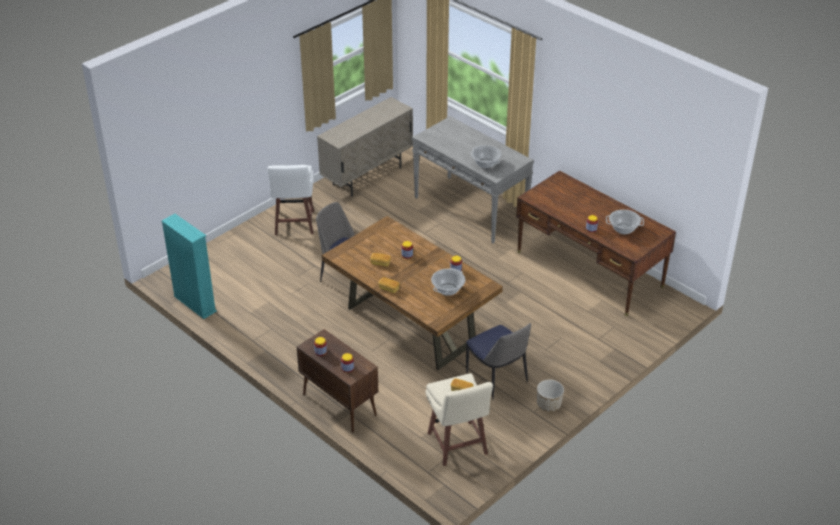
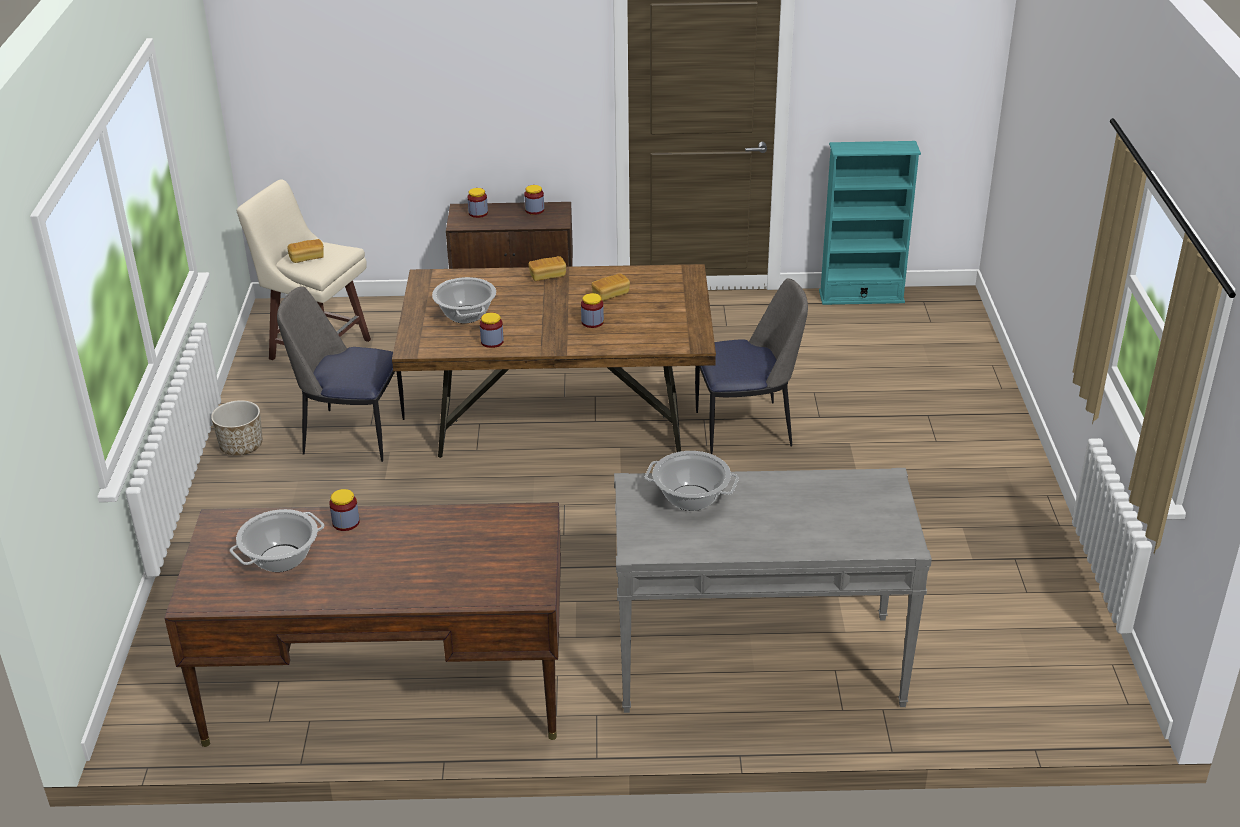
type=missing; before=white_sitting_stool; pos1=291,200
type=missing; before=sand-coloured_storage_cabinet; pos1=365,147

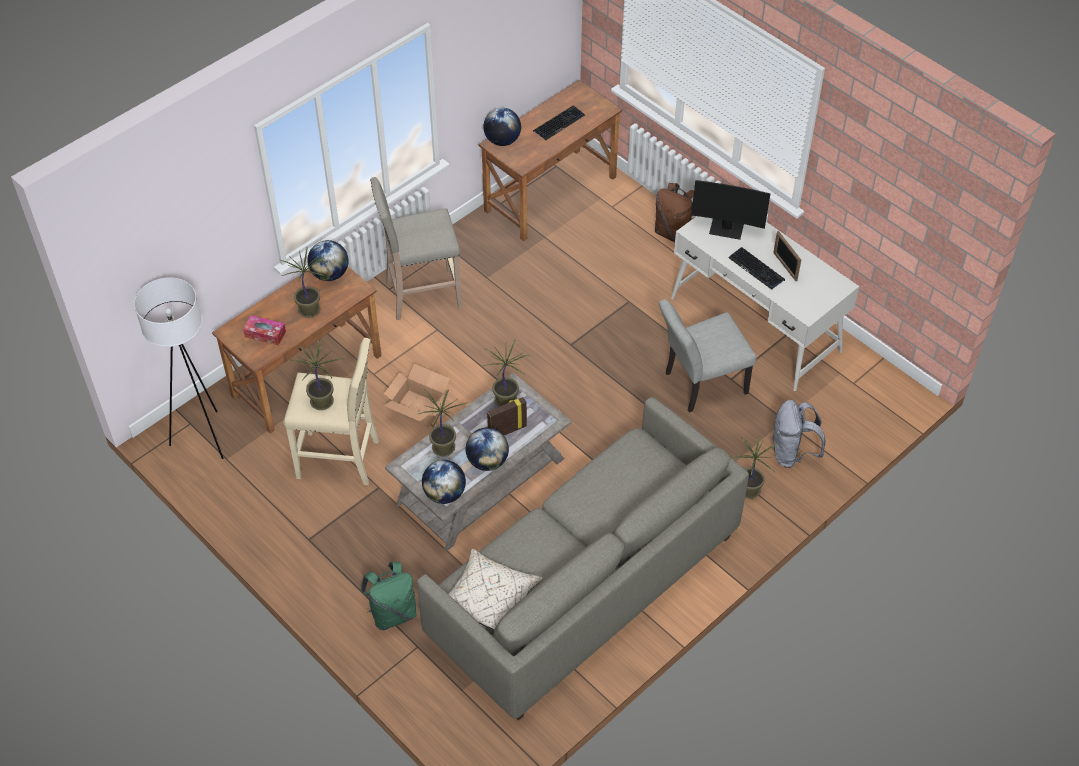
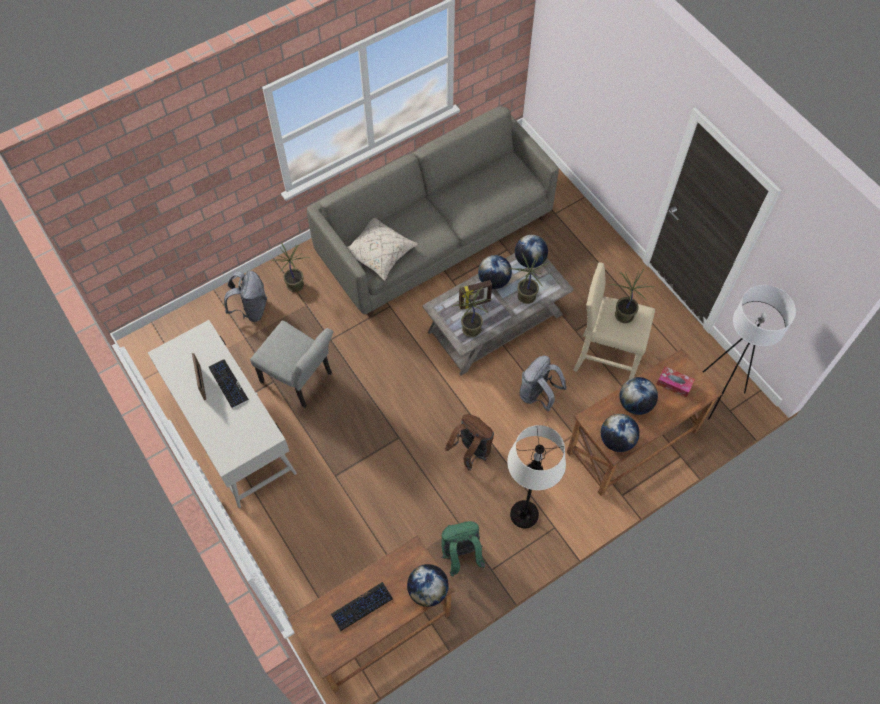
type=exchanged; before=houseplant; after=world_globe; pos1=302,282; pos2=639,396
type=relocated; before=greenish_knapsack; pos1=389,596; pos2=463,548
type=exchanged; before=sand-coloured_sitting_stool; after=white_standard_lamp; pos1=416,248; pos2=536,476
type=exchanged; before=carton; after=grey_knapsack; pos1=417,396; pos2=543,383
type=relocated; before=sand-coloured_throw_pillow; pos1=496,589; pos2=382,249
type=relocated; before=brown-coloured_knapsack; pos1=675,212; pos2=469,442
type=spun; before=grey_chair; pos1=707,356; pos2=291,364; turn=45
type=missing; before=computer_display; pos1=730,210

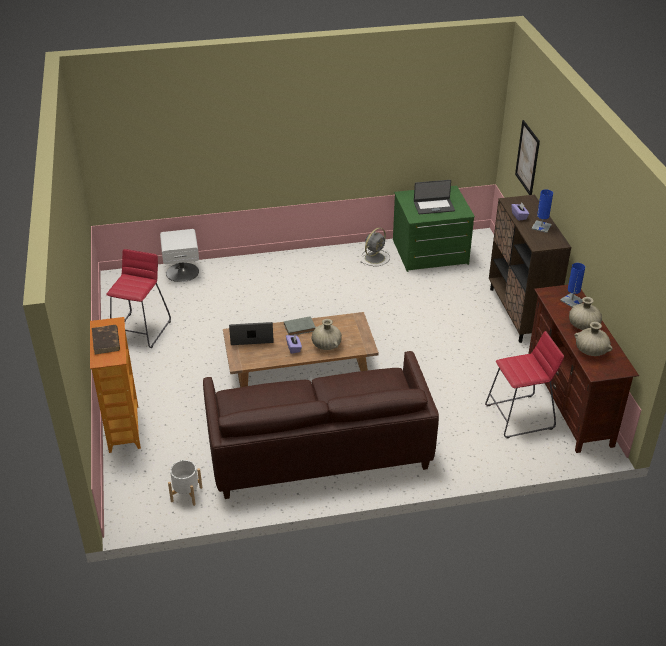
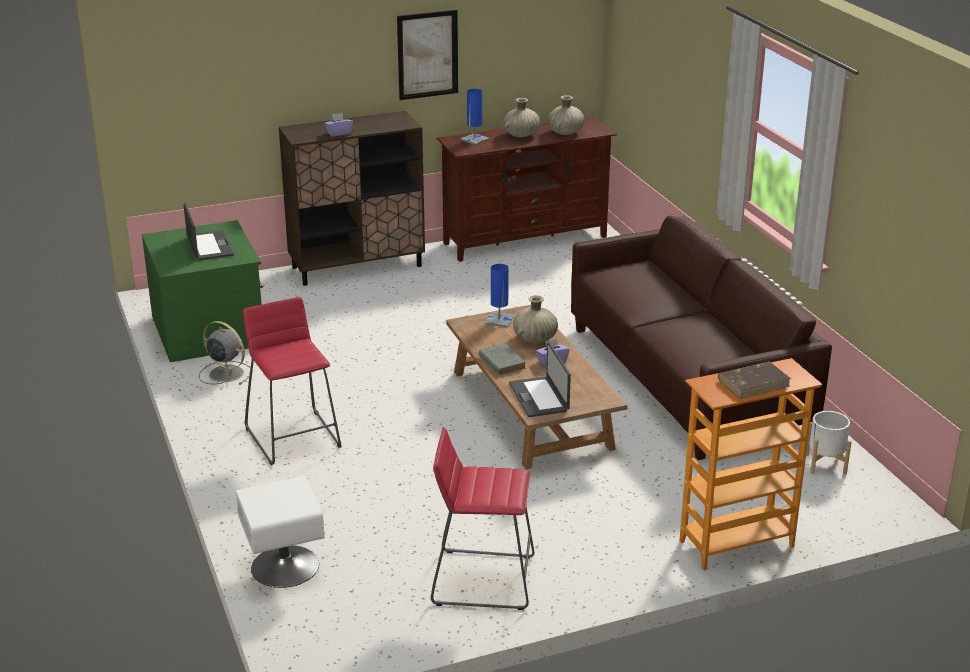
type=relocated; before=reddish_sitting_stool; pos1=524,384; pos2=292,381
type=relocated; before=wall_art; pos1=527,157; pos2=427,55
type=relocated; before=bluish_lamp_for_a_table; pos1=542,211; pos2=499,295

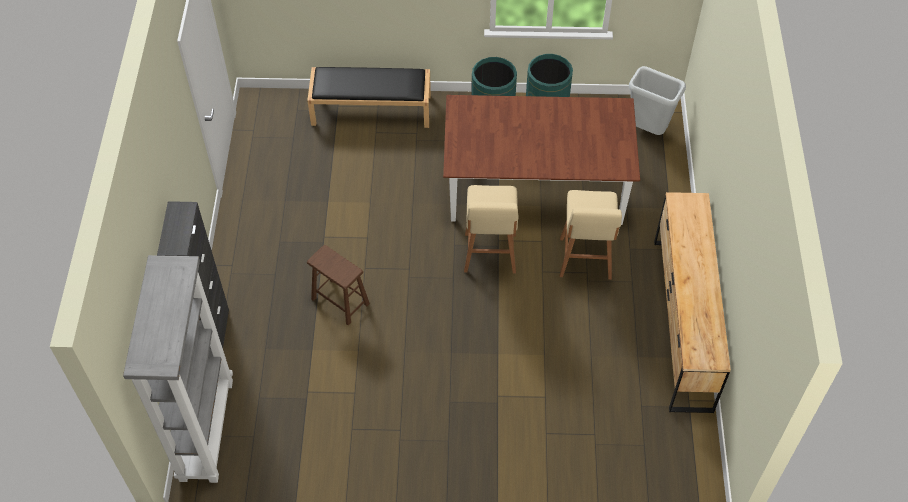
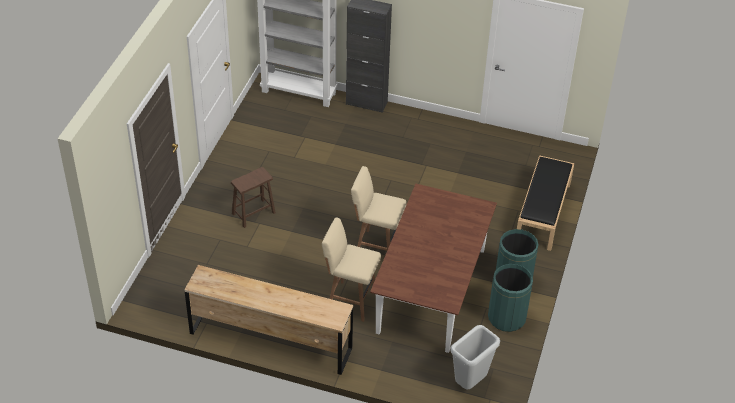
type=relocated; before=brown-coloured_sitting_stool; pos1=338,285; pos2=253,197

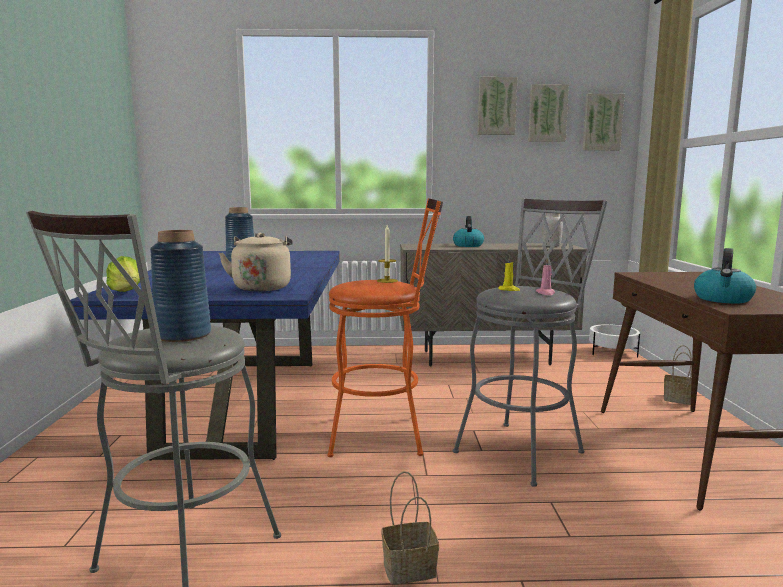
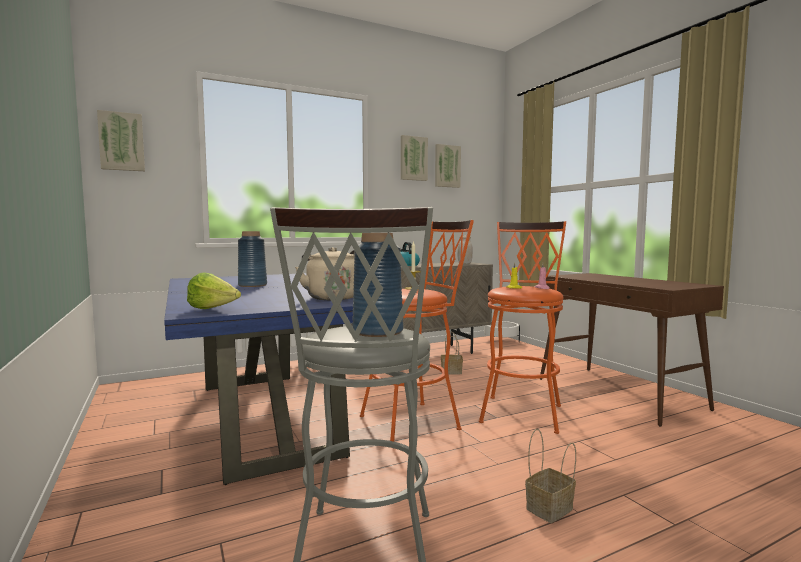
type=colour; before=grey_sitting_stool; after=orange_sitting_stool; pos1=530,343; pos2=522,327
type=relocated; before=wall_art; pos1=603,122; pos2=121,140
type=relocated; before=basket; pos1=678,375; pos2=452,352
type=missing; before=tea_kettle; pos1=725,276

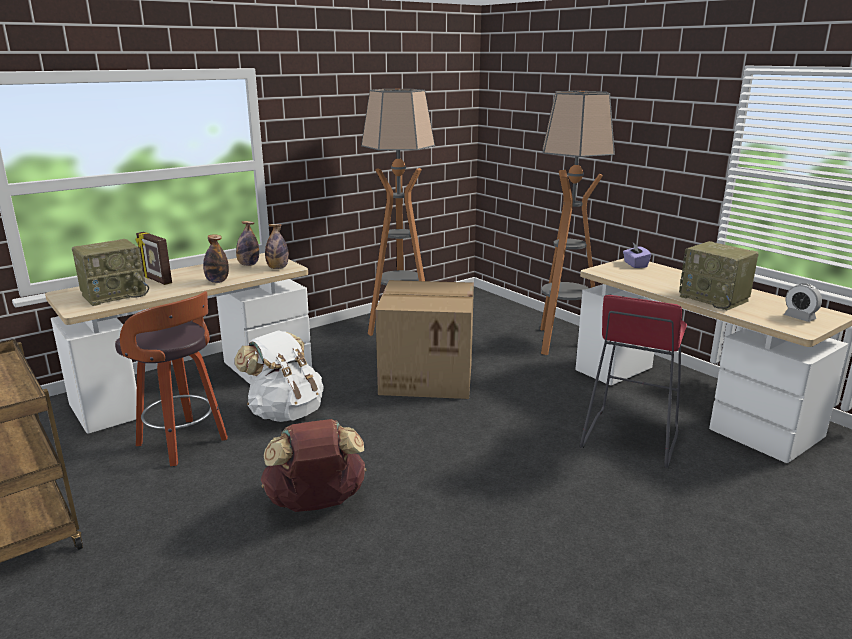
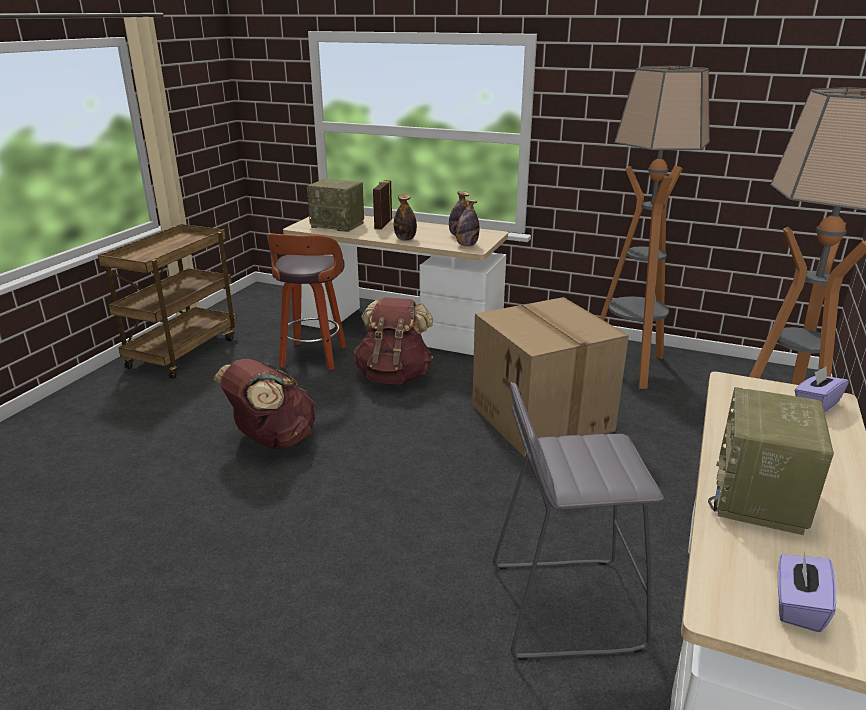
type=colour; before=white_knapsack; after=brown-coloured_knapsack; pos1=279,376; pos2=393,340
type=colour; before=reddish_sitting_stool; after=grey_sitting_stool; pos1=633,381; pos2=578,521
type=exchanged; before=table_clock; after=purple_tissue_box; pos1=803,302; pos2=807,591

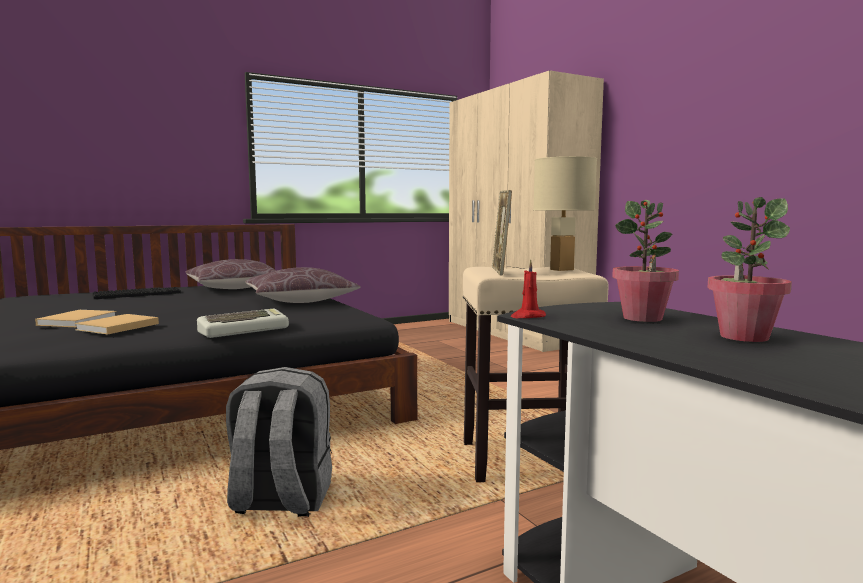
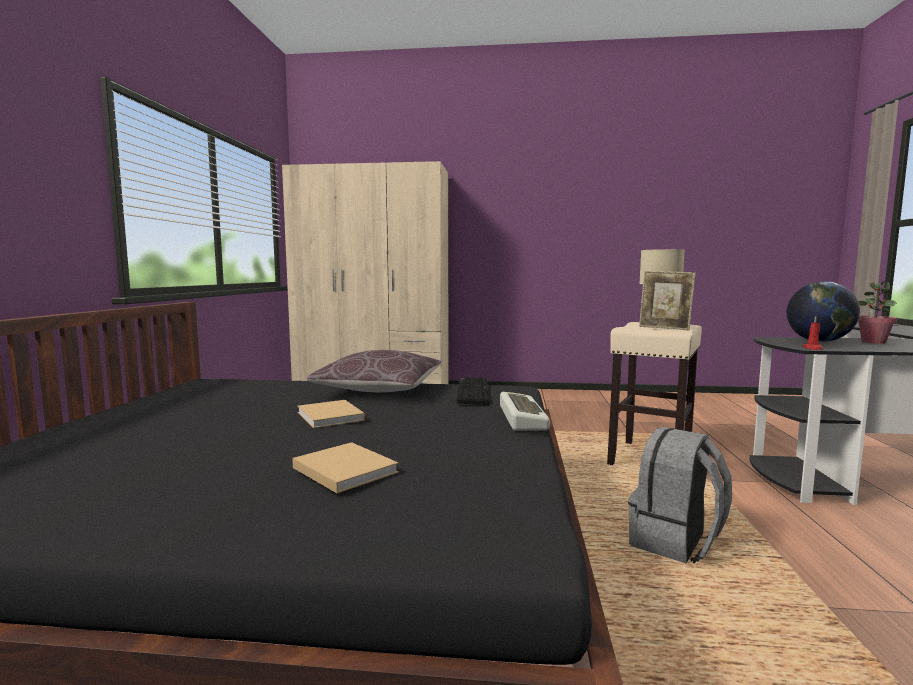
type=relocated; before=sand-coloured_volume; pos1=117,324; pos2=331,414
type=relocated; before=computer_keyboard; pos1=136,293; pos2=473,391
type=missing; before=brown-coloured_throw_pillow; pos1=231,274
type=exchanged; before=houseplant; after=world_globe; pos1=645,261; pos2=823,311

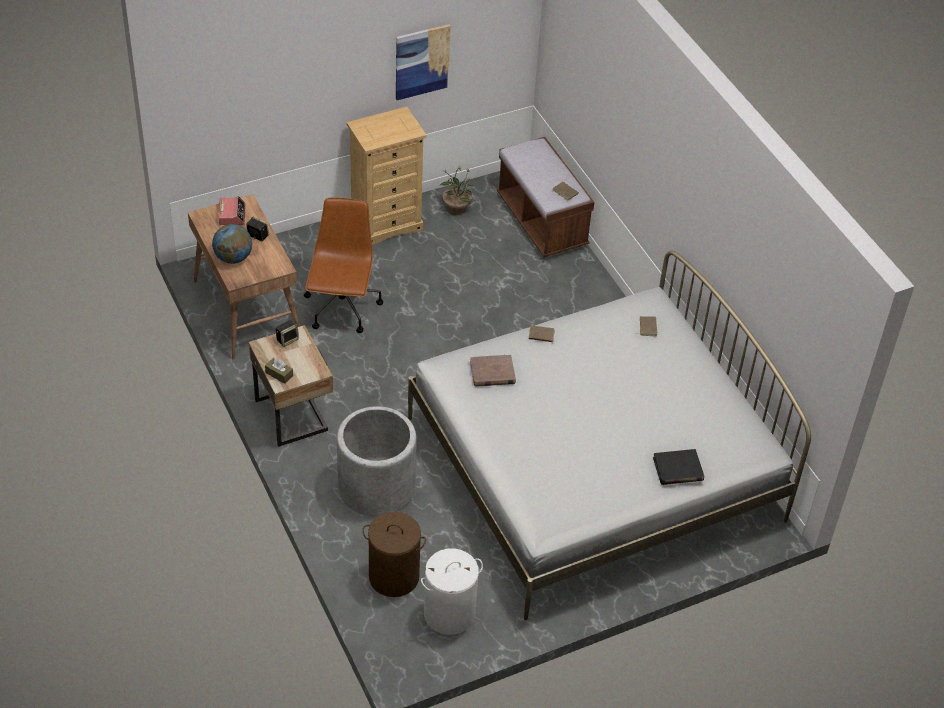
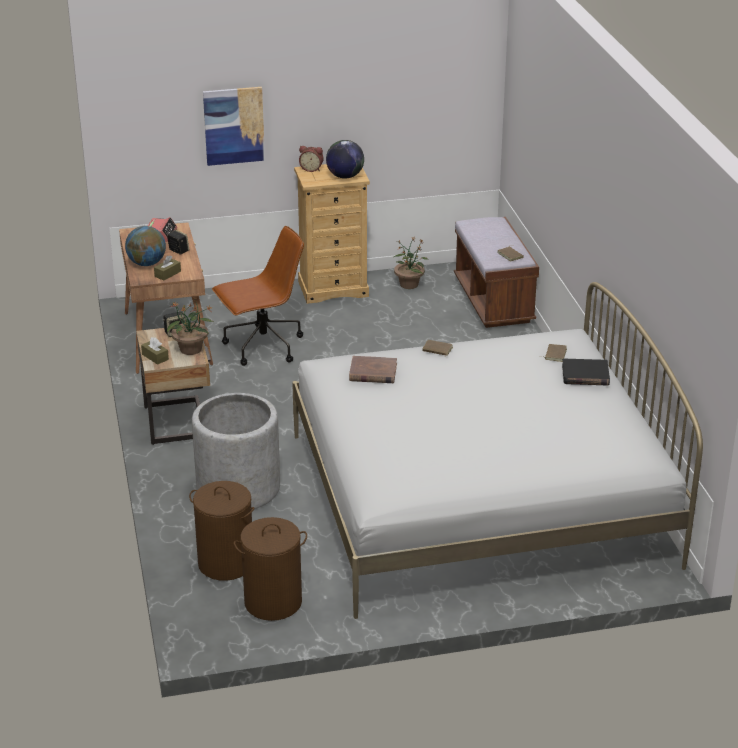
type=spun; before=brown-coloured_computer_chair; pos1=344,265; pos2=258,296; turn=45
type=relocated; before=wall_art; pos1=423,62; pos2=234,126
type=colour; before=white_washing_basket; after=brown-coloured_washing_basket; pos1=452,591; pos2=270,569
type=relocated; before=black-coloured_volume; pos1=678,467; pos2=586,372
type=appeared; after=brown-coloured_tissue_box; pos2=167,268
type=appeared; after=houseplant; pos2=190,327
type=appeared; after=table_clock; pos2=311,159
type=appeared; after=world_globe; pos2=345,159

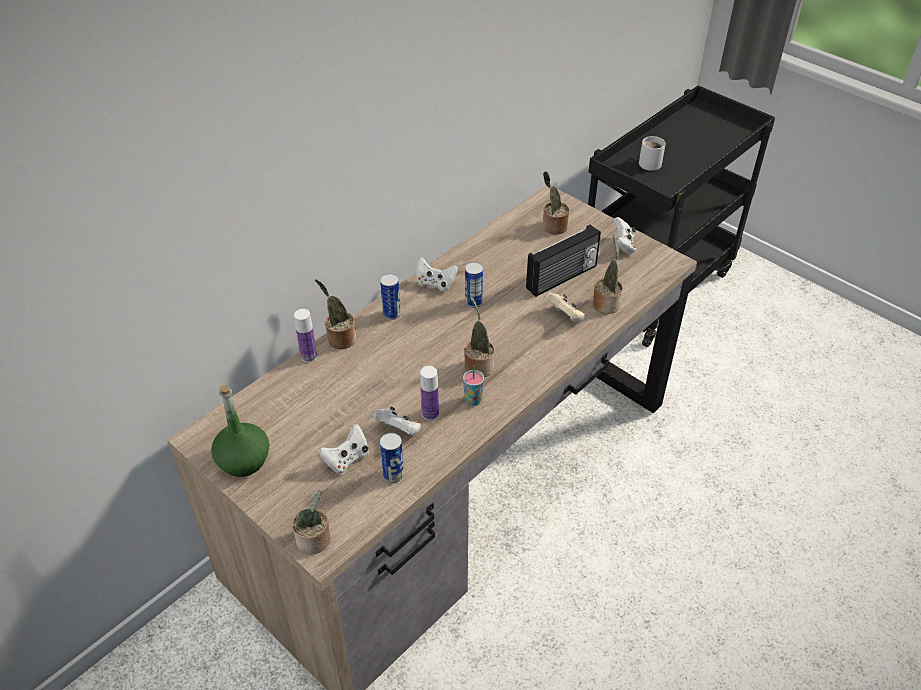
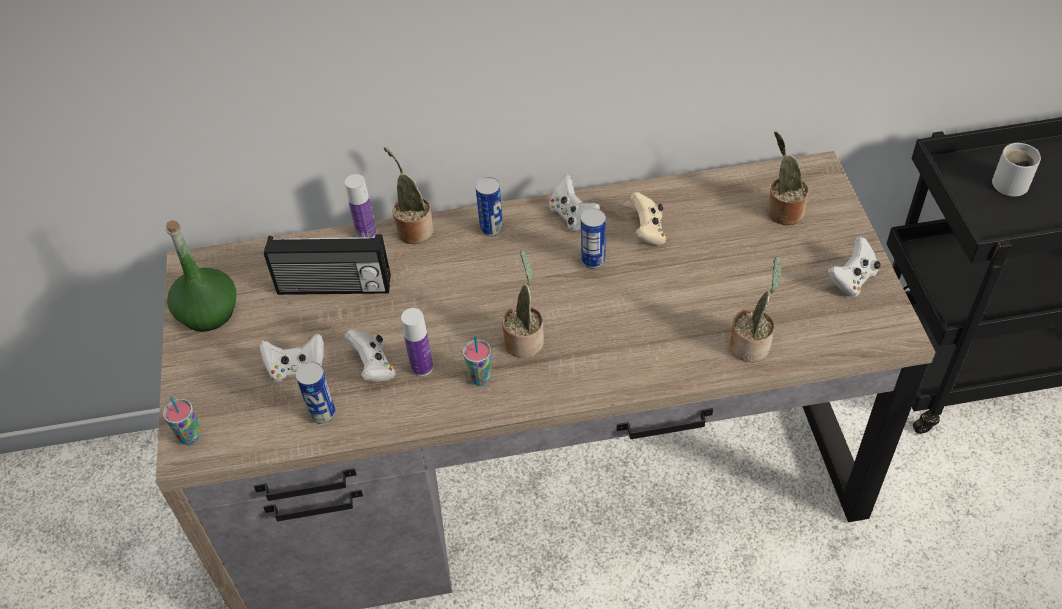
type=exchanged; before=houseplant; after=drinking_cup; pos1=311,522; pos2=182,420
type=relocated; before=radio_set; pos1=563,261; pos2=327,264
type=relocated; before=sand-coloured_game_controller; pos1=565,307; pos2=648,218

